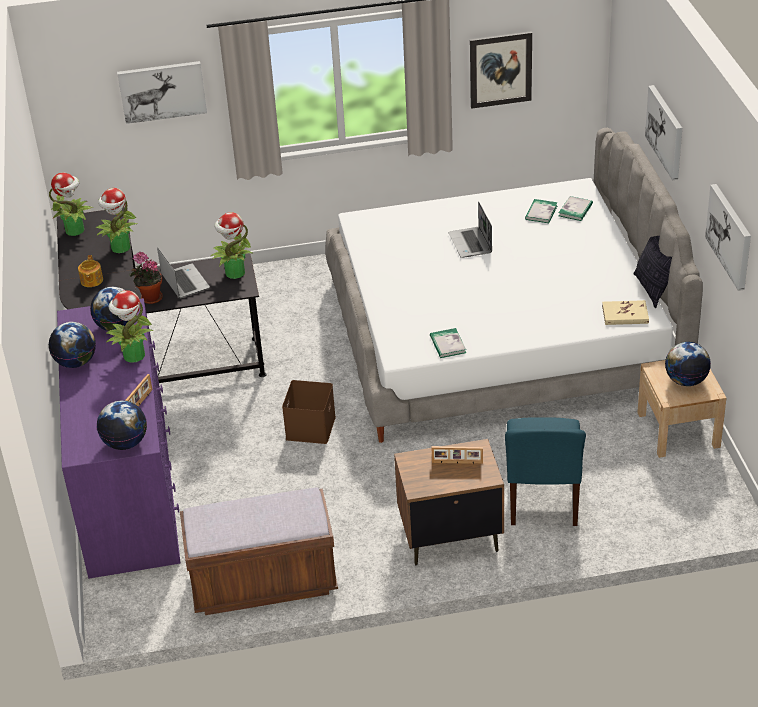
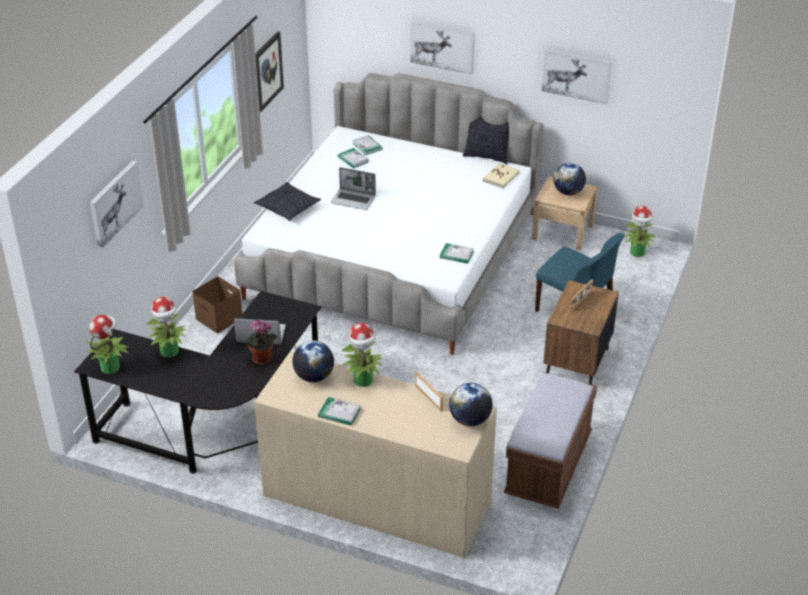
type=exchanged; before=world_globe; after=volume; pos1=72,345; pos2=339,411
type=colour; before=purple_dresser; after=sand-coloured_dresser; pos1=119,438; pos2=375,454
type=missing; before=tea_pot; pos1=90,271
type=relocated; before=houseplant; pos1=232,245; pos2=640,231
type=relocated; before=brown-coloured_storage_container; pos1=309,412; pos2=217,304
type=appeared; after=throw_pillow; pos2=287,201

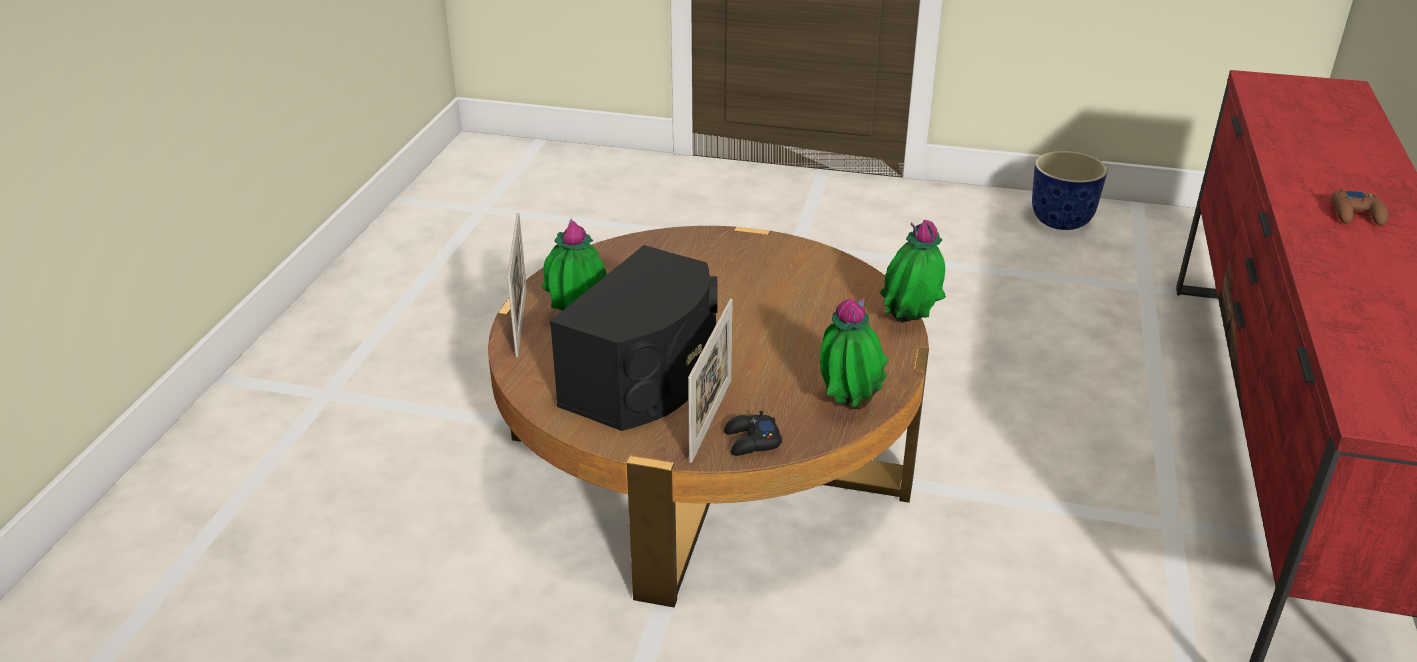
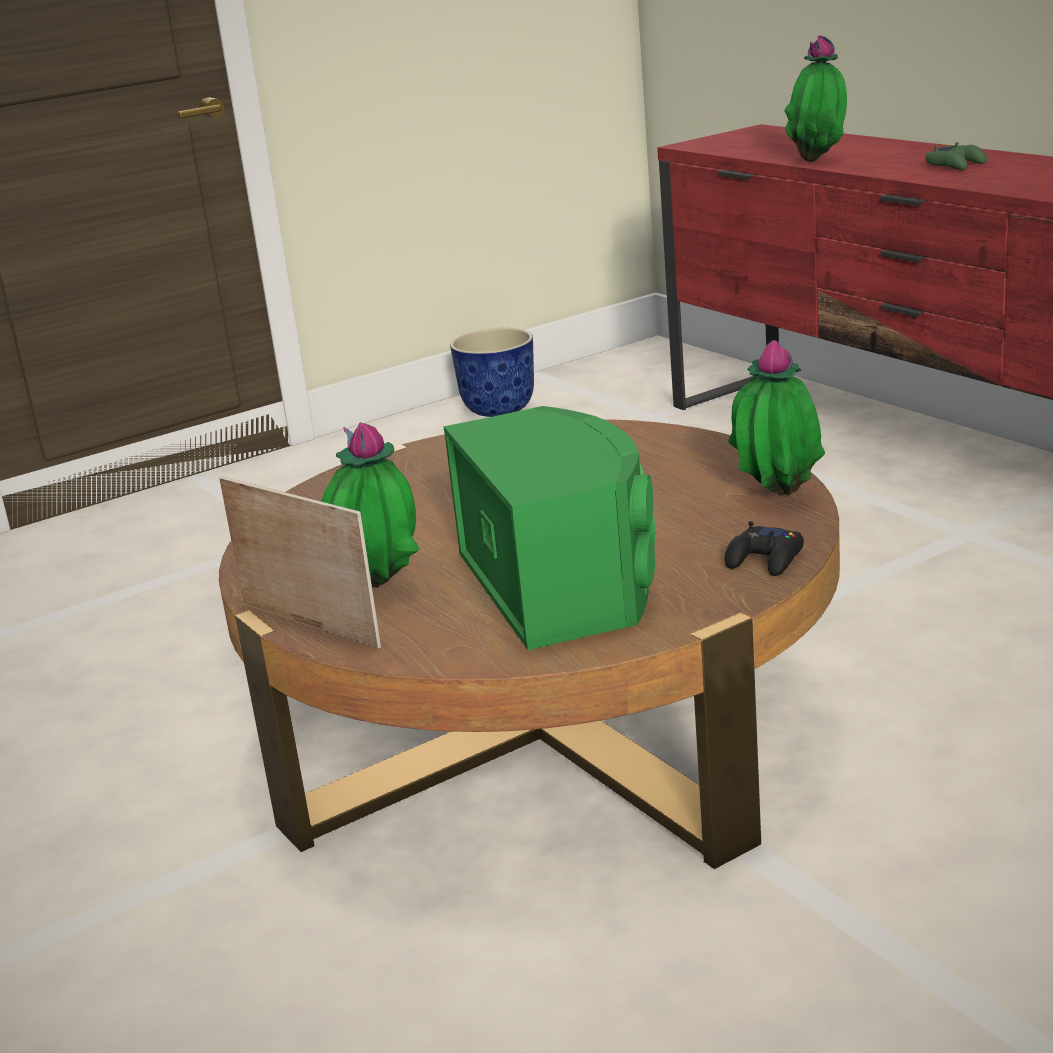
type=colour; before=black-coloured_speaker; after=greenish_speaker; pos1=633,338; pos2=549,528
type=missing; before=picture_frame; pos1=710,381
type=relocated; before=houseplant; pos1=913,271; pos2=815,98
type=colour; before=brown-coloured_game_controller; after=greenish_game_controller; pos1=1359,207; pos2=956,156

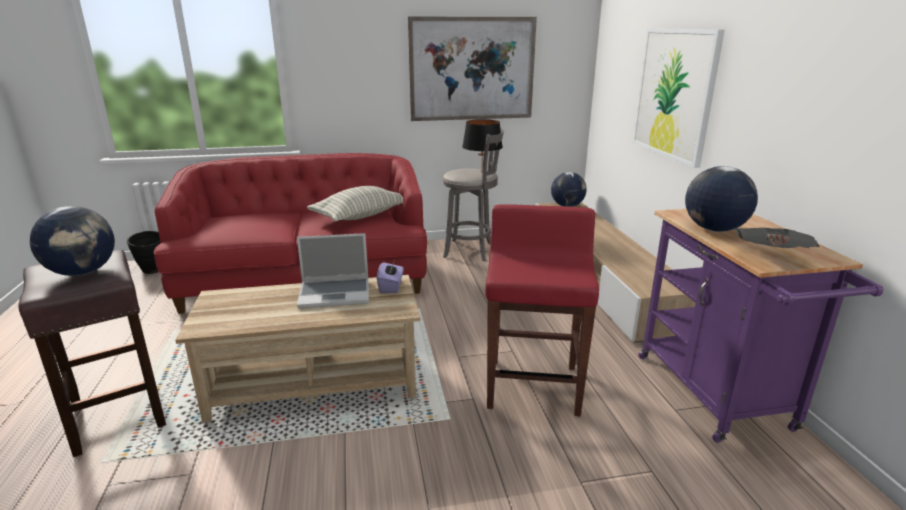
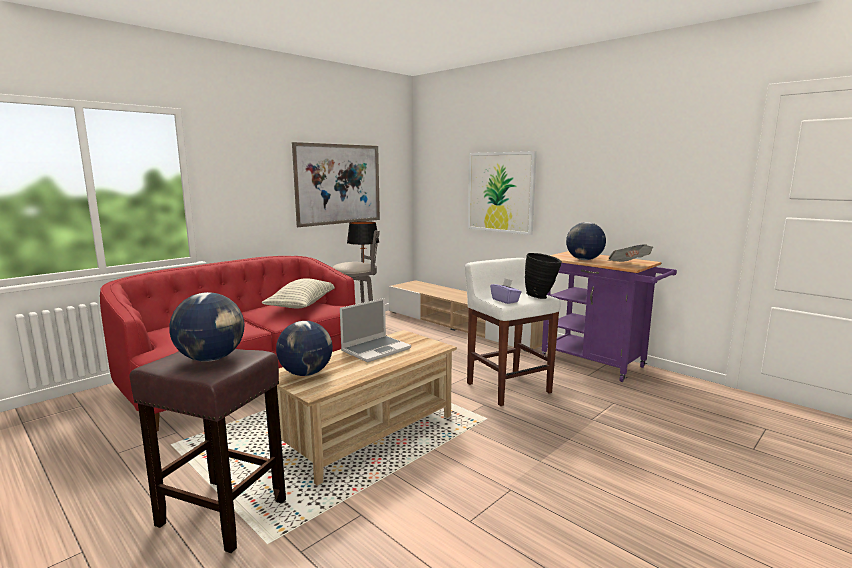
type=relocated; before=black-coloured_vase; pos1=144,252; pos2=543,276
type=relocated; before=purple_tissue_box; pos1=390,276; pos2=506,291
type=colour; before=reddish_sitting_stool; after=white_sitting_stool; pos1=542,310; pos2=512,332
type=relocated; before=world_globe; pos1=569,189; pos2=304,348

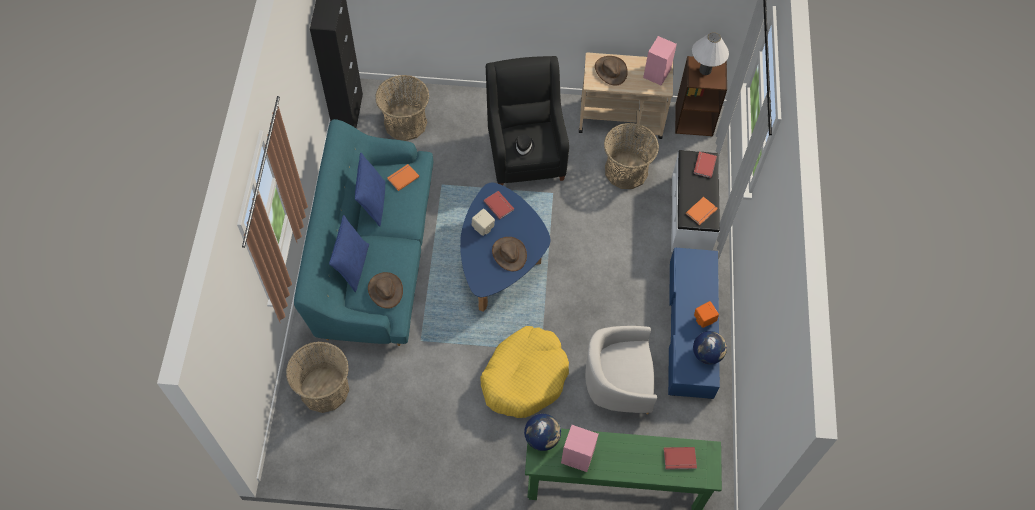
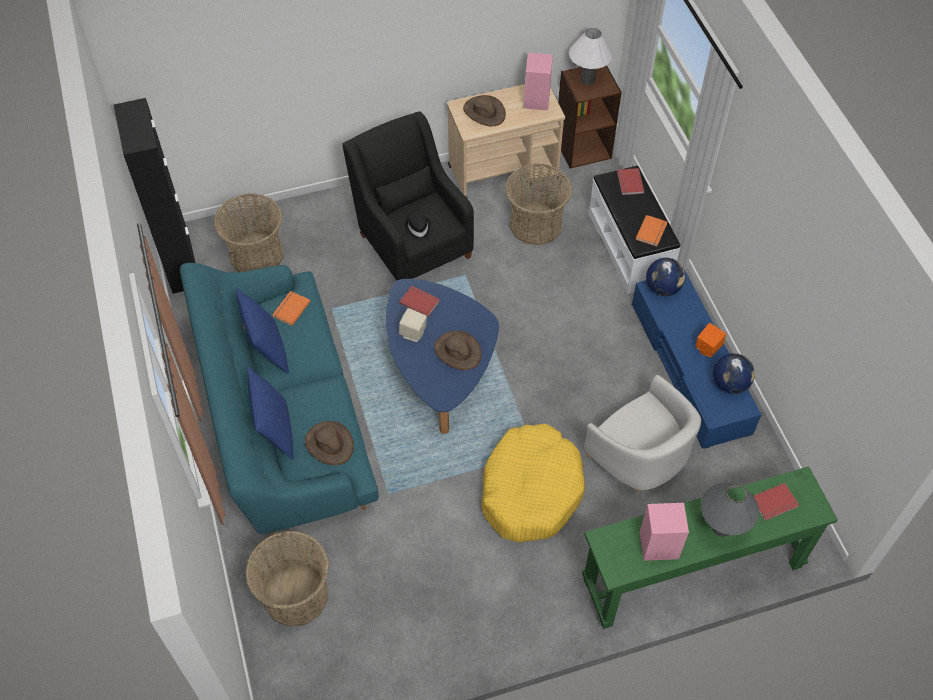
type=relocated; before=world_globe; pos1=542,432; pos2=665,277
type=spun; before=white_lounge_chair; pos1=621,370; pos2=642,433; turn=-105
type=appeared; after=grey_lamp_for_a_table; pos2=730,510

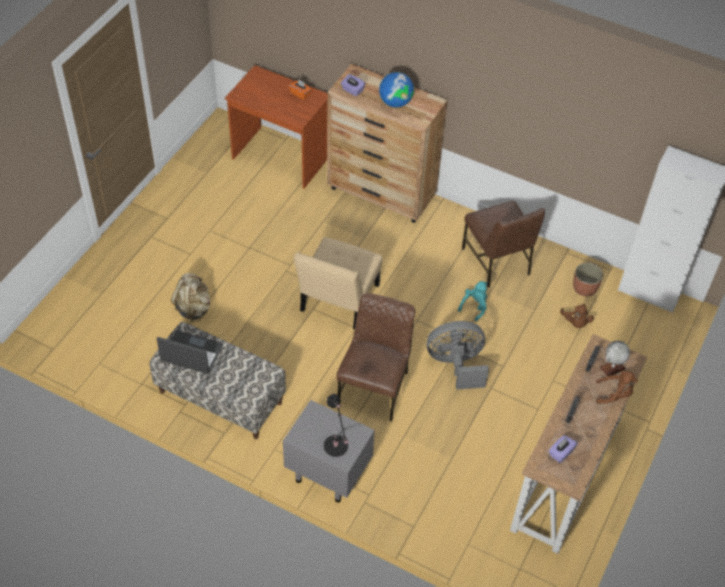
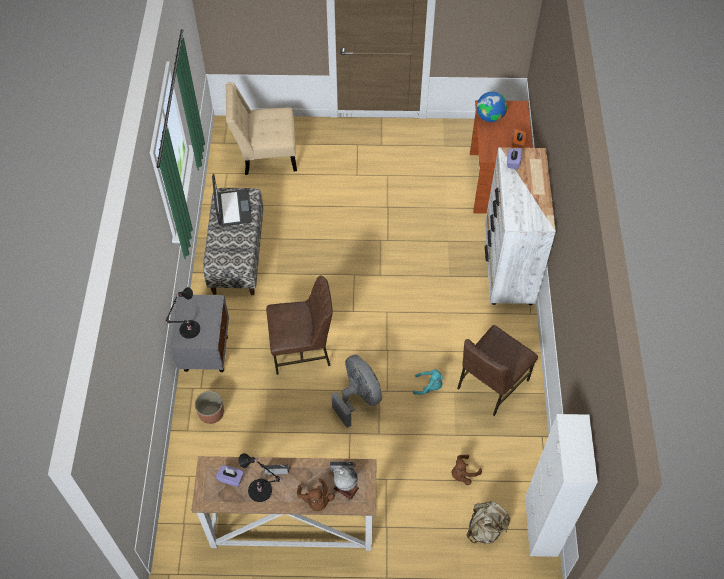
type=relocated; before=sand-coloured_knapsack; pos1=191,297; pos2=488,522
type=relocated; before=sand-coloured_chair; pos1=338,283; pos2=261,128
type=colour; before=brown-coloured_dresser; after=white_dresser; pos1=387,143; pos2=520,226
type=relocated; before=world_globe; pos1=396,89; pos2=492,107
type=relocated; before=plant_pot; pos1=588,279; pos2=209,407
type=appeared; after=black-coloured_lamp_for_a_table; pos2=261,477

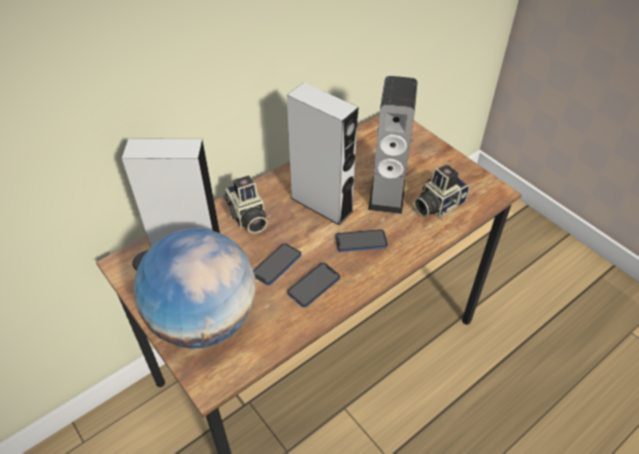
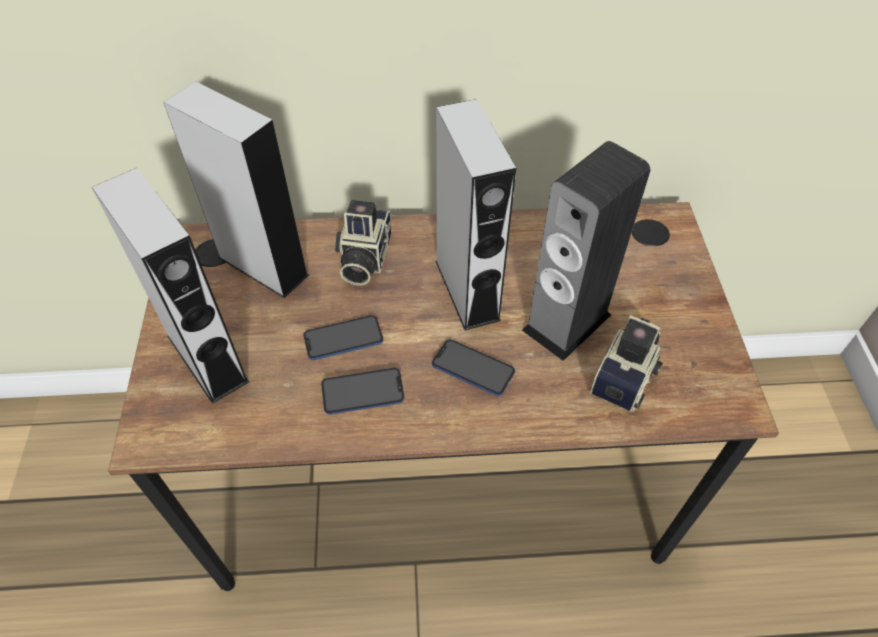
type=exchanged; before=world_globe; after=grey_speaker; pos1=194,288; pos2=170,286
type=spun; before=still_camera; pos1=442,190; pos2=626,363; turn=120

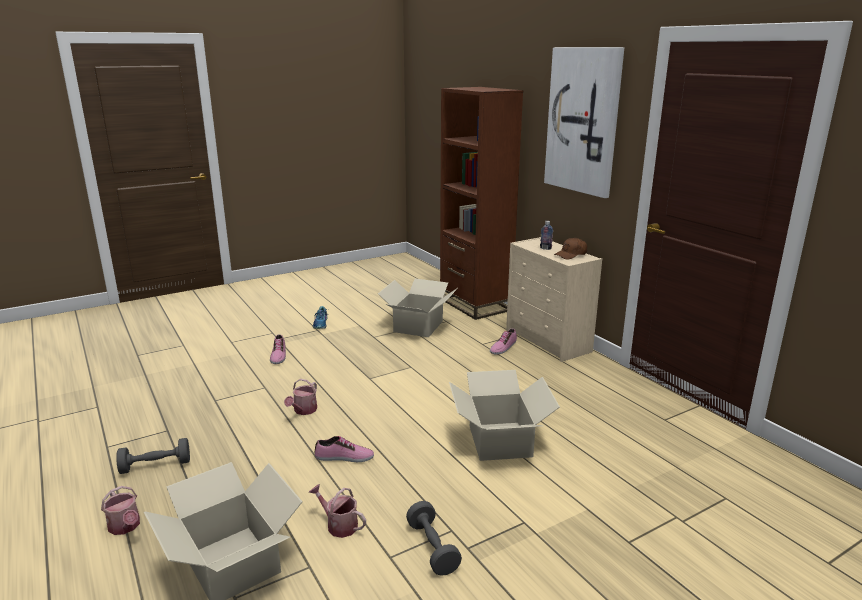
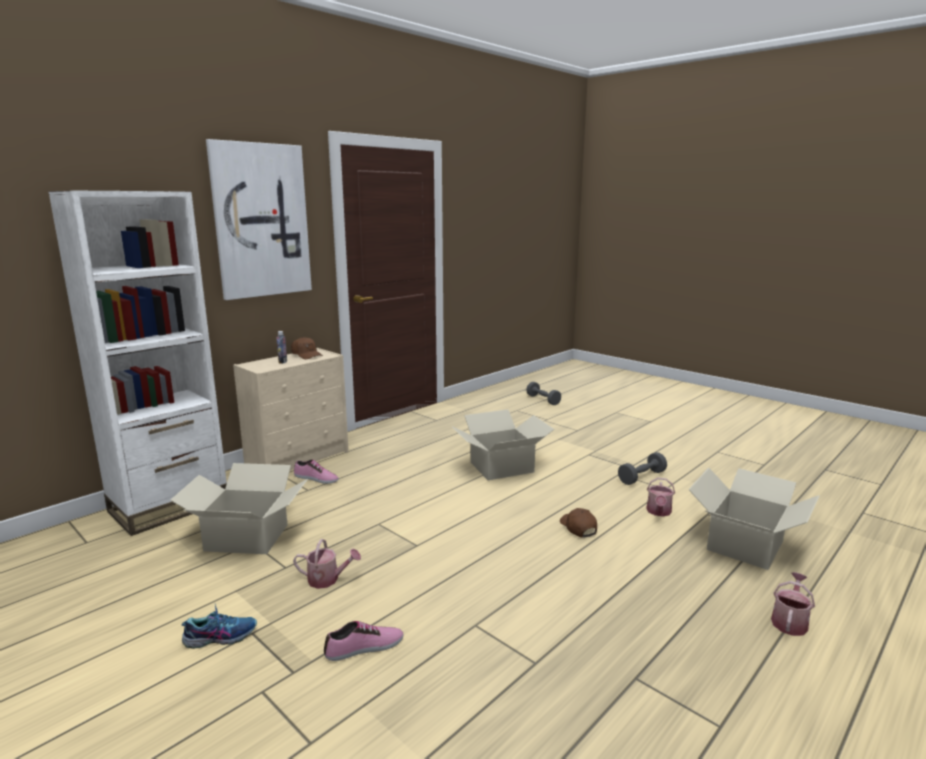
type=relocated; before=grey_dumbbell; pos1=153,456; pos2=543,393
type=relocated; before=watering_can; pos1=300,397; pos2=327,564
type=exchanged; before=low_shoe; after=brown-coloured_baseball_cap; pos1=344,449; pos2=578,523
type=colour; before=brown-coloured_shelving_unit; after=white_shelving_unit; pos1=481,203; pos2=137,363

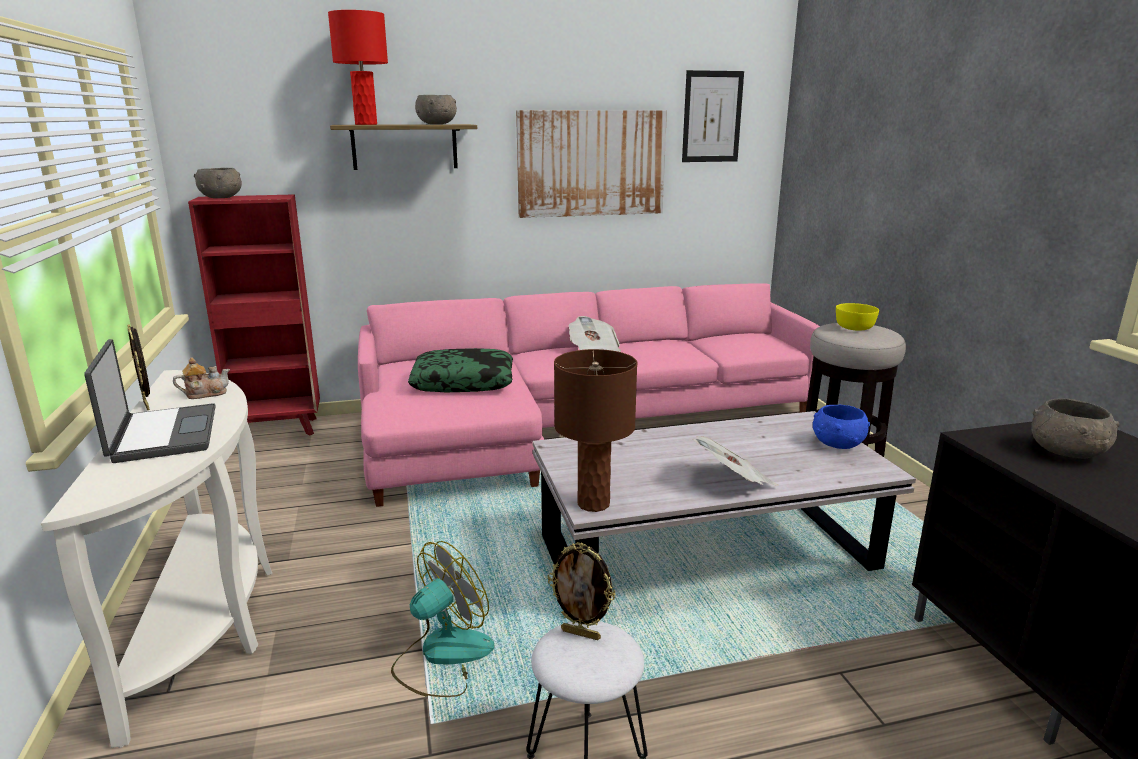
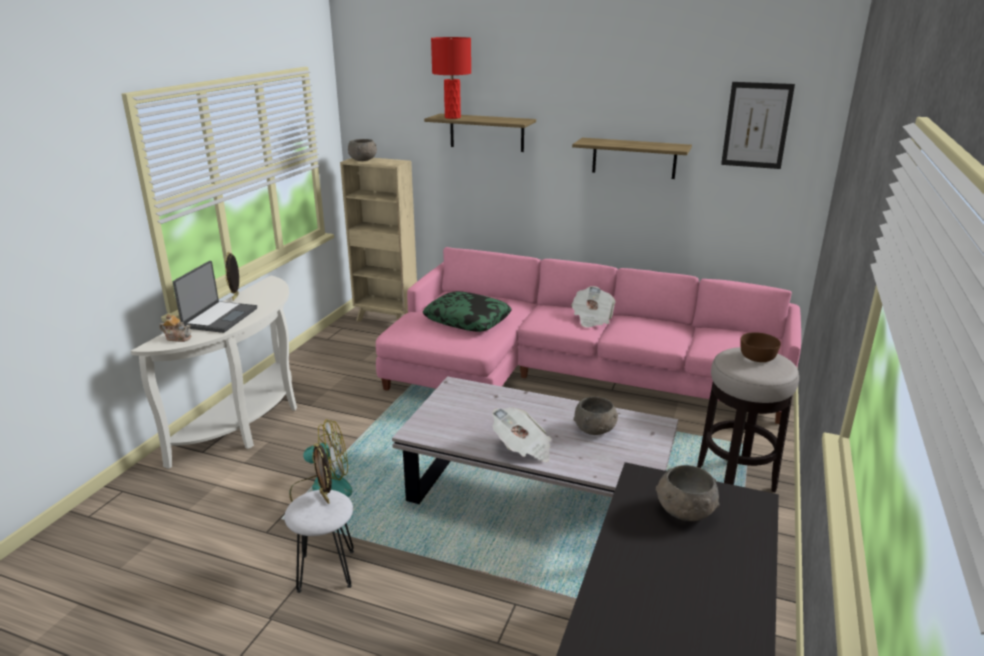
type=relocated; before=tea_pot; pos1=201,378; pos2=175,328
type=colour; before=reddish_shelving_unit; after=sand-coloured_shelving_unit; pos1=254,314; pos2=378,240
type=relocated; before=grey_bowl; pos1=436,109; pos2=595,416
type=exchanged; before=wall_art; after=wall_shelf; pos1=591,164; pos2=632,158
type=missing; before=brown-coloured_lamp_for_a_table; pos1=595,430
type=missing; before=bluish_bowl; pos1=841,427
type=colour; before=yellowish_bowl; after=brown-coloured_bowl; pos1=857,317; pos2=760,347

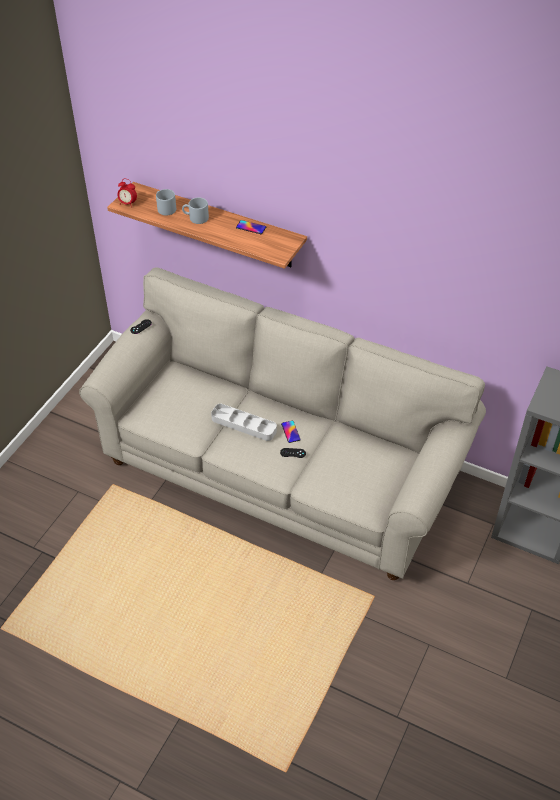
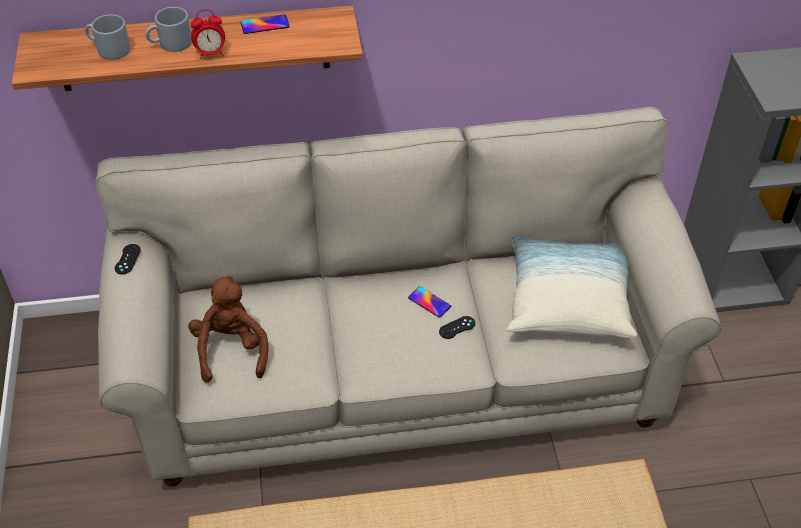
type=relocated; before=table_clock; pos1=127,193; pos2=207,34
type=missing; before=grey_tray; pos1=244,422
type=appeared; after=brown-coloured_cuddly_toy; pos2=228,329
type=appeared; after=throw_pillow; pos2=572,287

